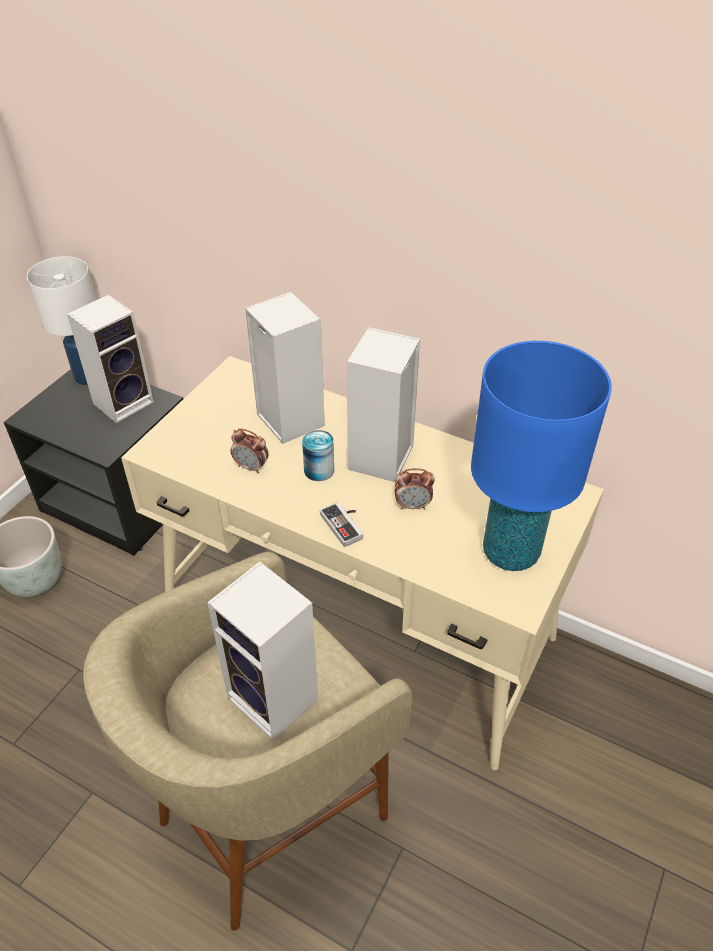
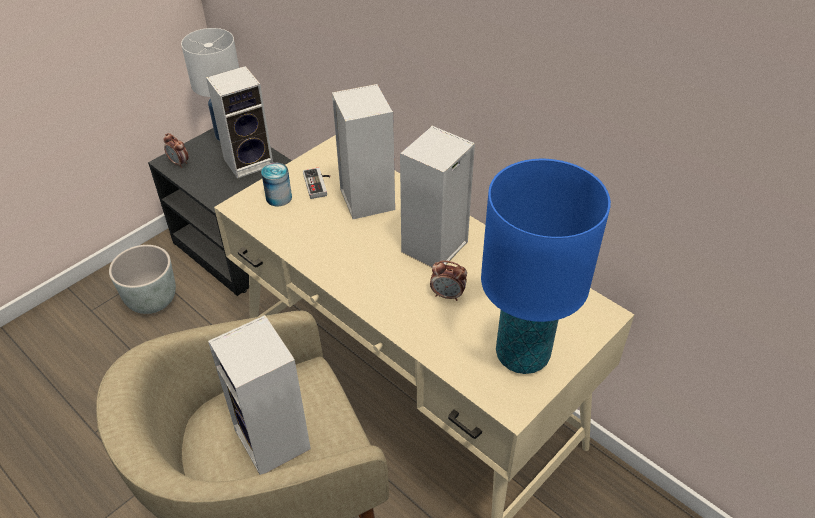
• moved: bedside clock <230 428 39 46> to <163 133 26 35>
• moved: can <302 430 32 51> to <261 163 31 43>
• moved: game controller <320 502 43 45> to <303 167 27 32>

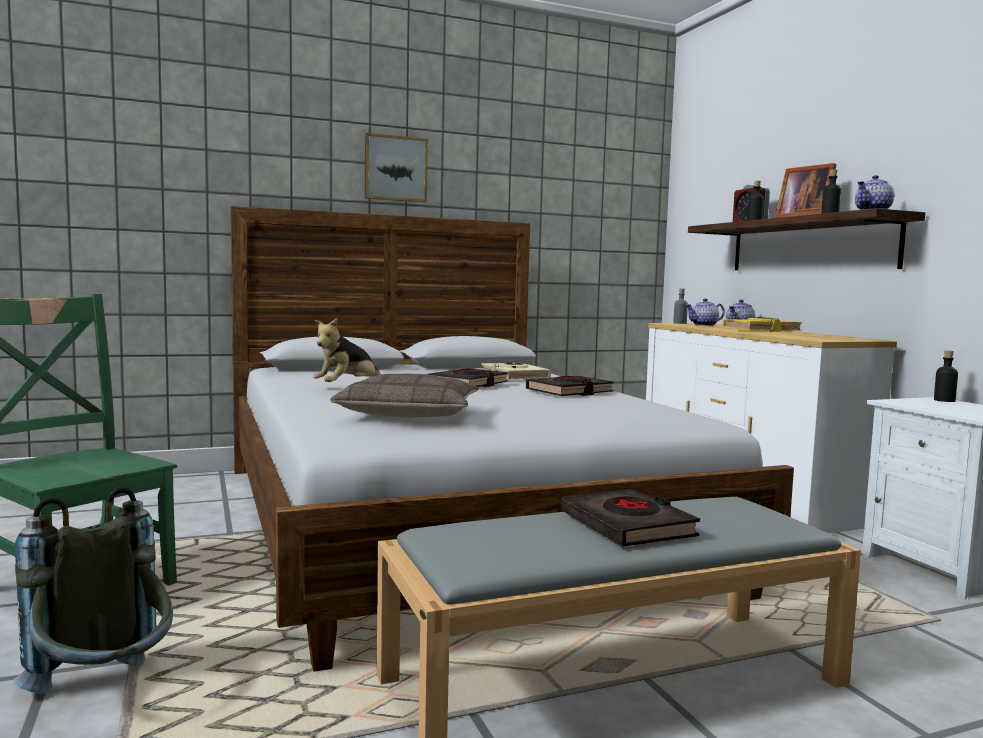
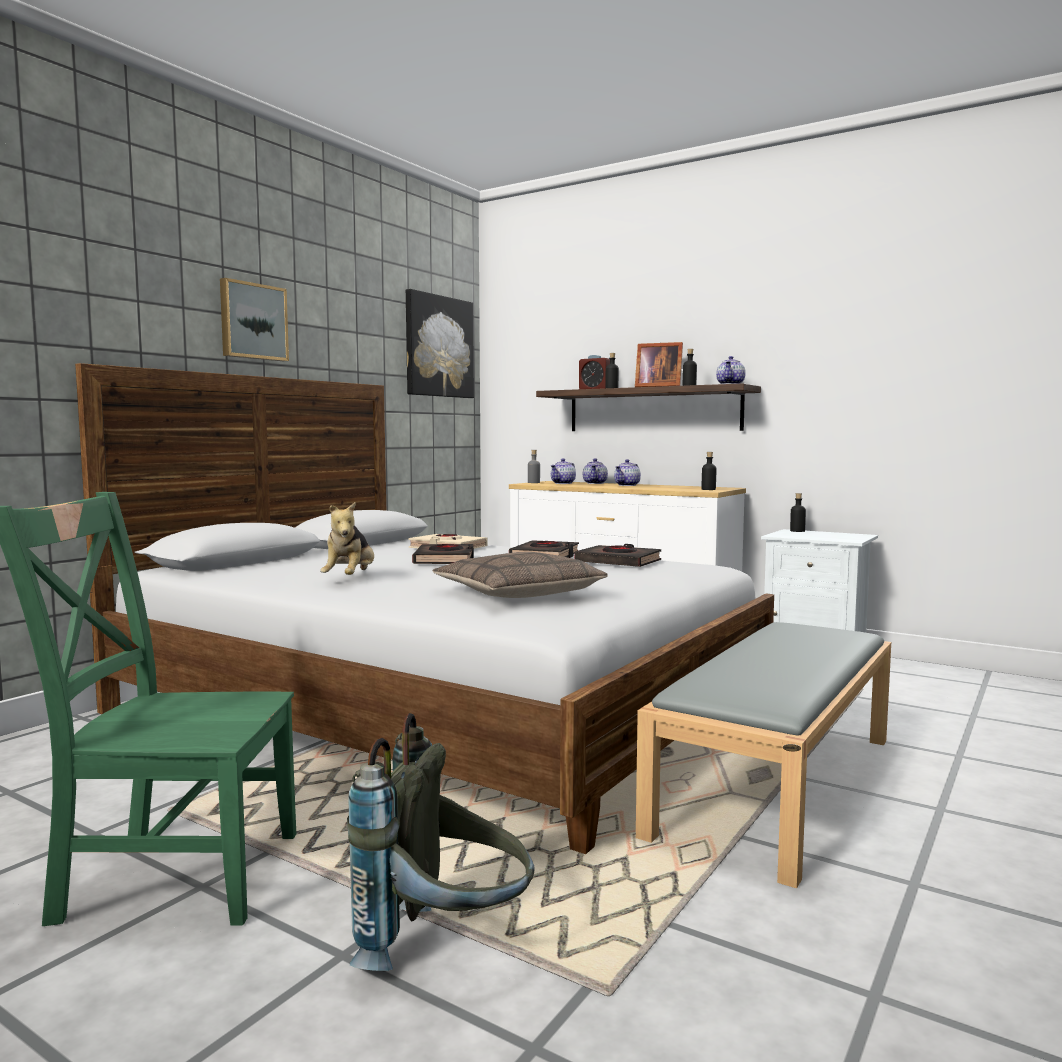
• added: wall art <406 289 68 109>
• added: black drink bottle <701 452 16 38>
• moved: black volume <561 489 139 58> to <575 544 86 23>
• replaced: yellowish volume <722 317 80 15> to teapot <614 459 27 27>

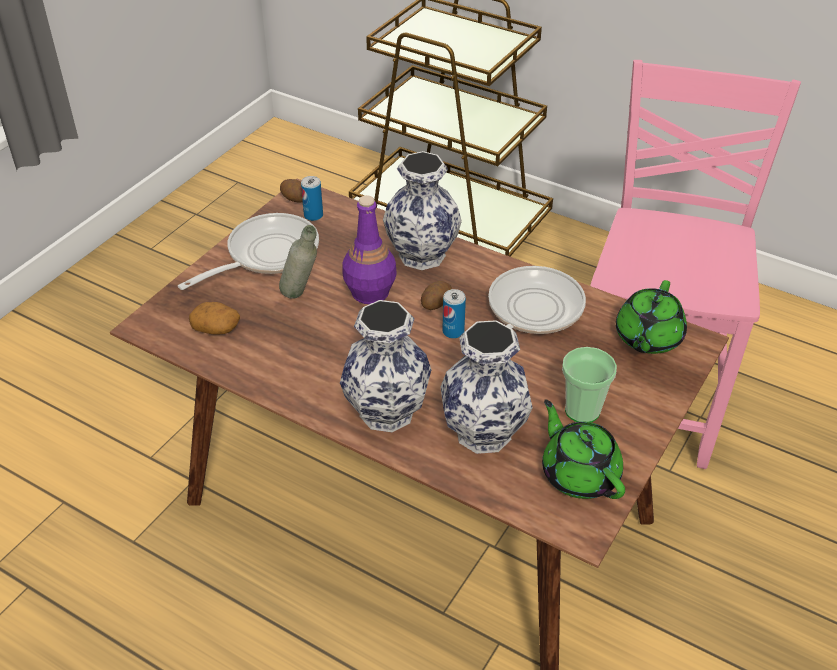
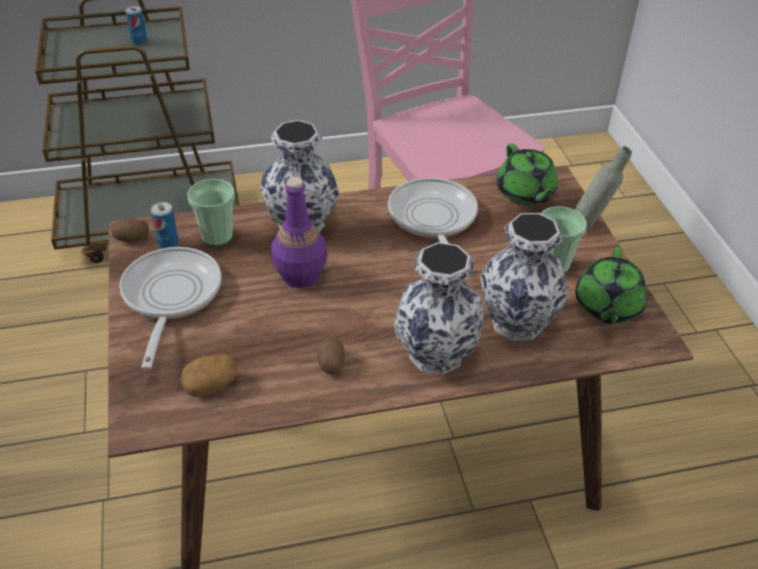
• added: small cup <187 179 48 68>
• moved: grey drink bottle <279 225 38 74> to <574 146 58 84>
• moved: spud <421 281 31 29> to <316 337 29 37>
• moved: can <442 289 24 50> to <125 6 22 39>
• turned: green-coloured teapot <542 399 83 100> = <575 247 73 77> 90 degrees counterclockwise

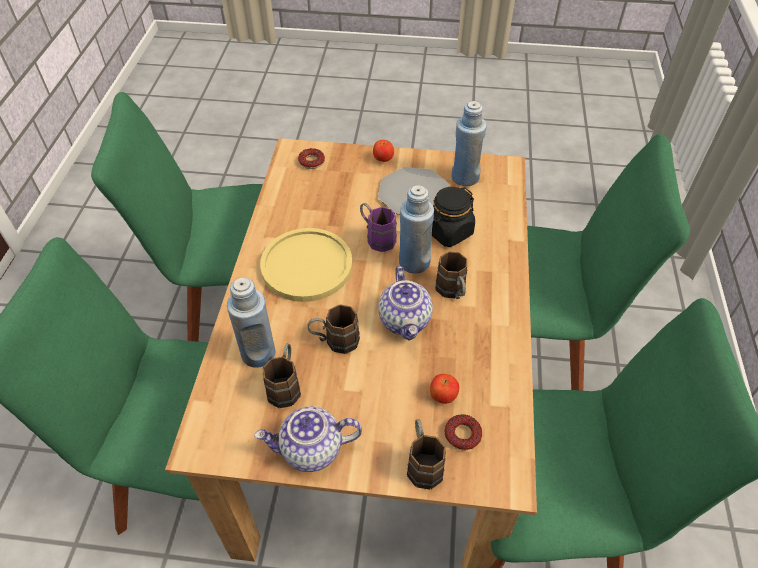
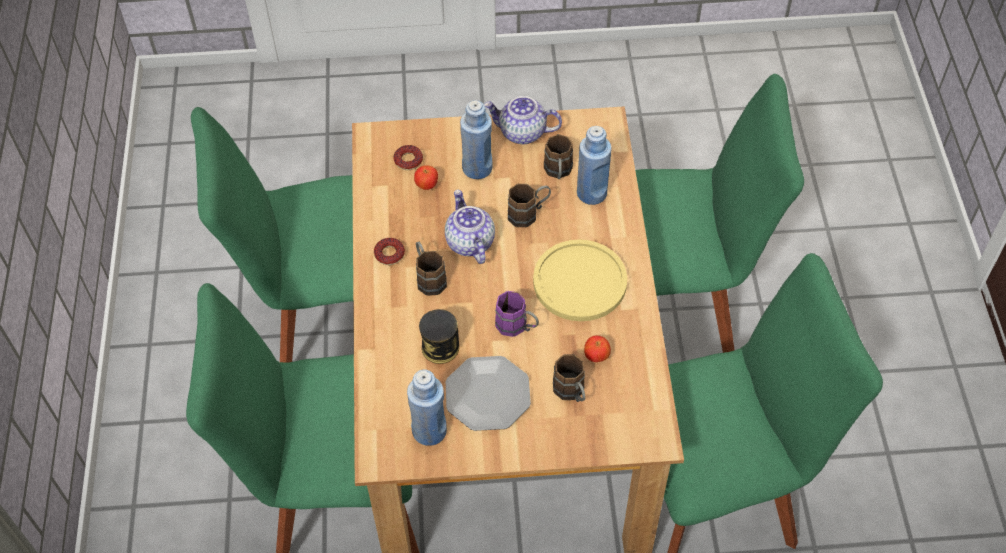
• moved: ring doughnut <298 148 27 21> to <374 238 31 27>
• moved: apple <373 140 21 22> to <584 336 27 26>
• moved: bluish drink bottle <399 185 35 89> to <460 100 32 79>
• moved: brown-coloured coffee mug <407 419 39 71> to <553 354 32 48>
• replaced: black preserve jar <432 187 43 60> to can <419 309 40 55>
• turned: teapot <254 406 108 66> = <484 96 78 48> 150 degrees counterclockwise

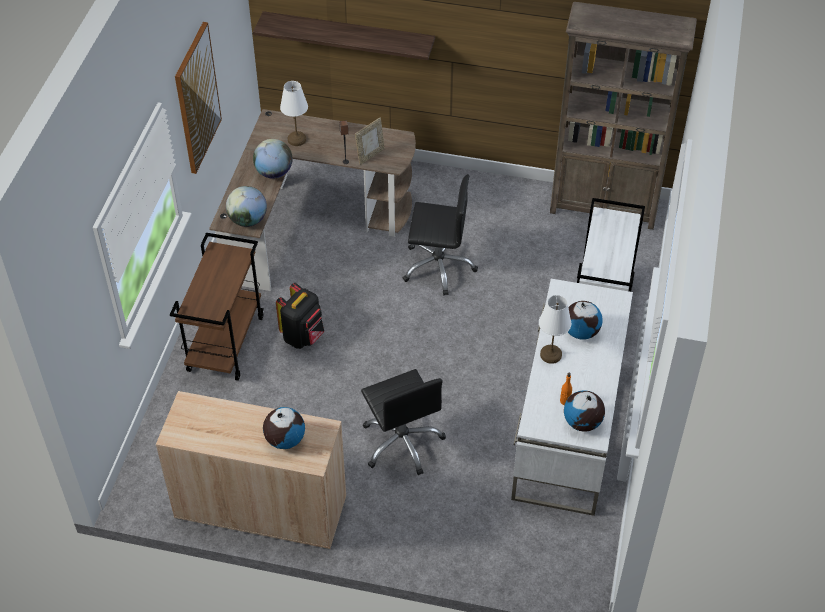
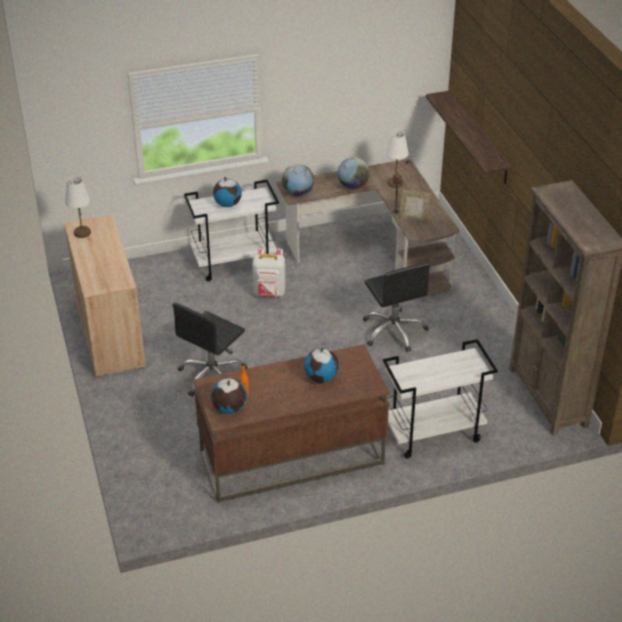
• removed: wall art <175 22 47 152>
• moved: desk globe <263 407 42 42> to <213 177 29 30>
• moved: white-coloured lamp for a table <539 295 32 69> to <65 176 26 62>
• recoloured: brown-coloured trolley <170 233 94 148> to white-coloured trolley <184 180 95 101>
• recoloured: black backpack <276 283 48 66> to white-coloured backpack <252 248 33 49>
• recoloured: white-coloured desk unit <511 279 122 237> to brown-coloured desk unit <194 344 196 159>

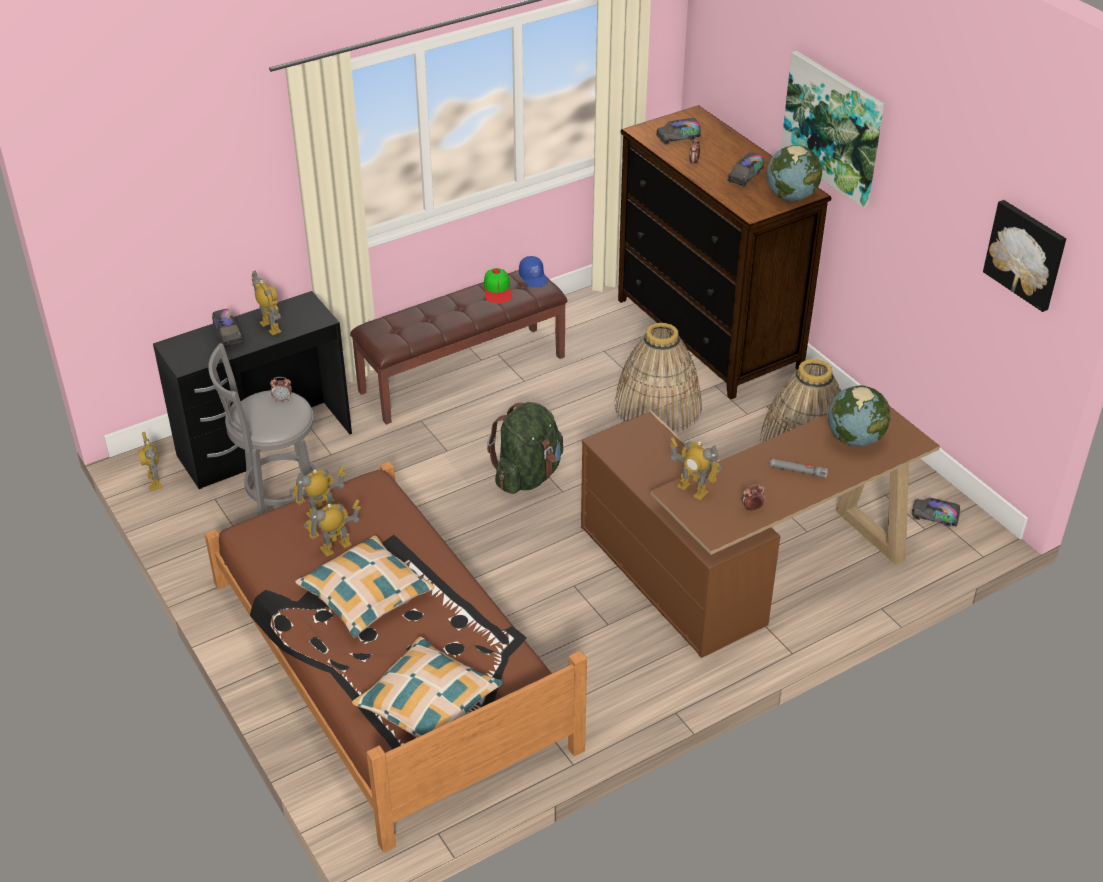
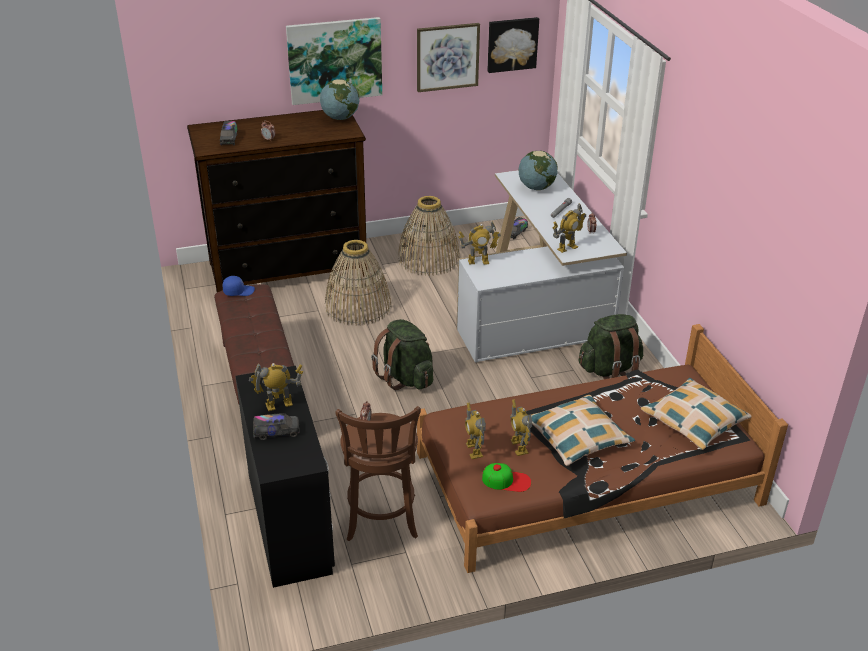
• removed: model truck <728 152 36 35>
• added: wall art <417 23 63 69>
• added: green-coloured backpack <579 314 64 65>
• moved: toy robot <138 432 25 59> to <458 221 43 44>
• moved: peaked cap <484 268 28 35> to <482 463 49 29>
• recoloured: grey stool seat <208 343 108 172> to brown-coloured stool seat <335 406 86 135>
• recoloured: brown-coloured desk unit <581 406 359 252> to white-coloured desk unit <457 170 170 193>

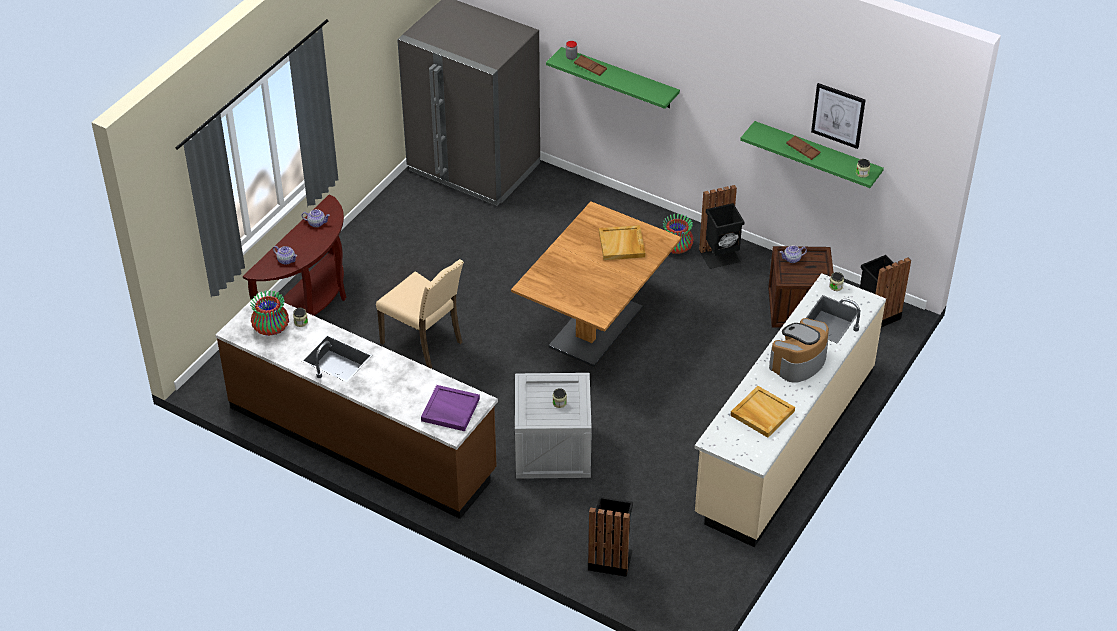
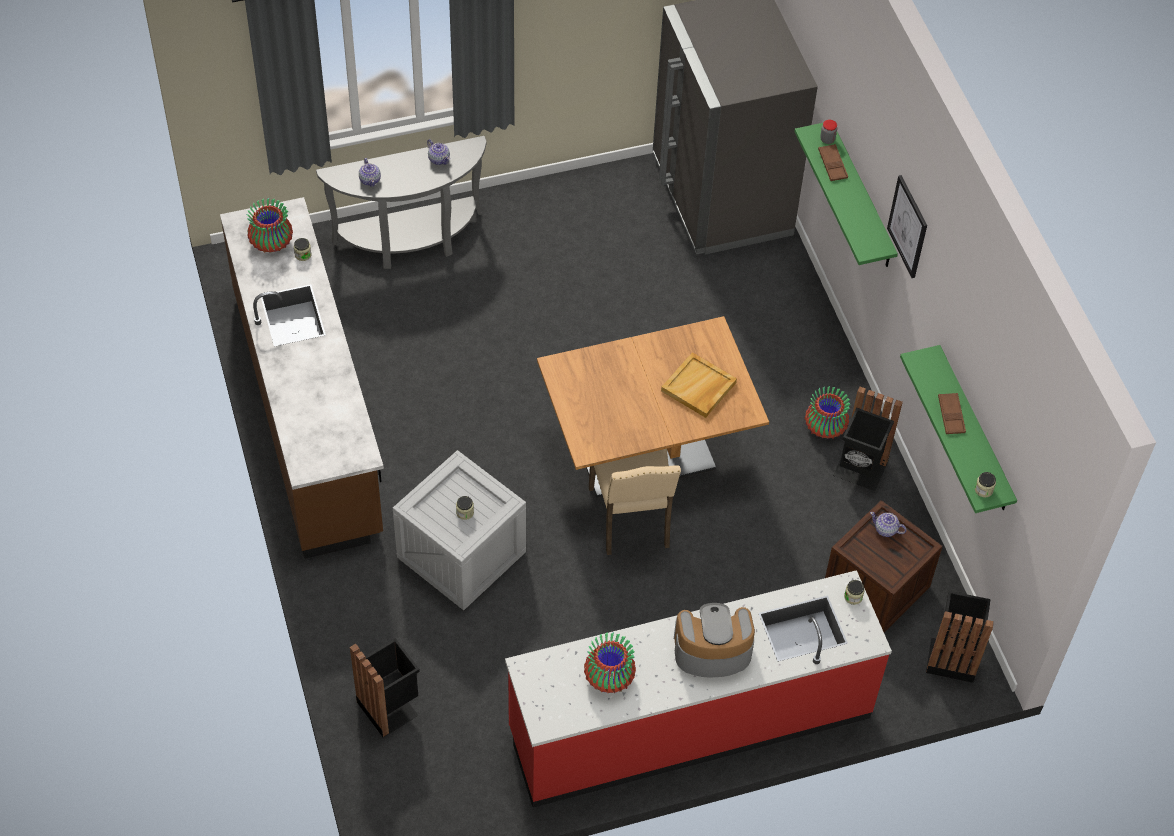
• removed: purple-coloured carrying tray <421 385 59 46>
• moved: sand-coloured plain chair <376 259 88 109> to <589 449 92 106>
• moved: wall art <811 83 55 66> to <887 175 40 103>
• replaced: sand-coloured carrying tray <730 386 65 52> to flower vase <584 632 52 61>
• recoloured: brown-coloured console table <243 195 103 121> to grey console table <316 136 171 133>
• recoloured: sand-coloured kitchen base unit <694 273 192 274> to red-coloured kitchen base unit <505 570 387 238>

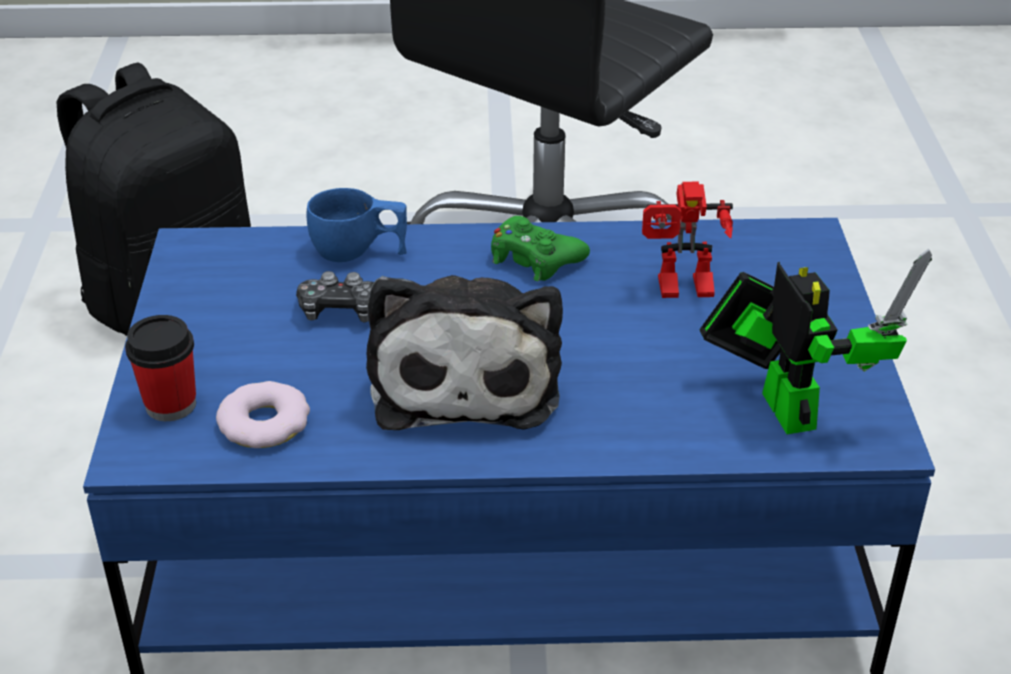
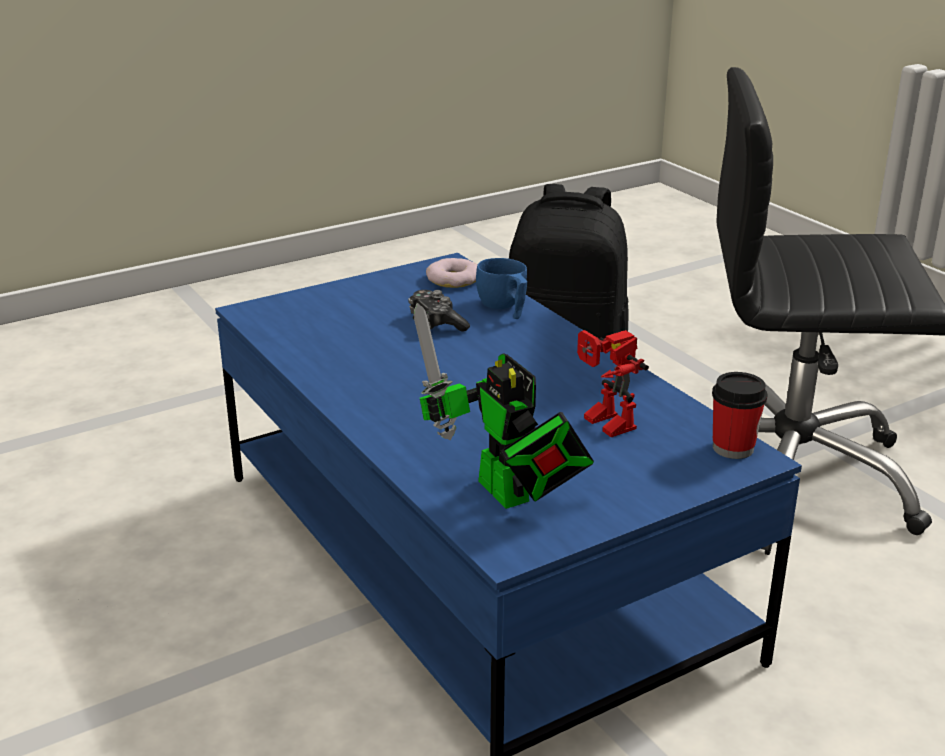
• removed: cuddly toy <366 275 197 155>
• removed: green-coloured game controller <491 216 99 66>
• moved: small cup <125 315 71 106> to <712 372 55 87>
• moved: ring doughnut <216 381 94 67> to <426 258 51 30>
• turned: toy robot <700 249 232 185> = <413 303 181 206> 105 degrees clockwise

